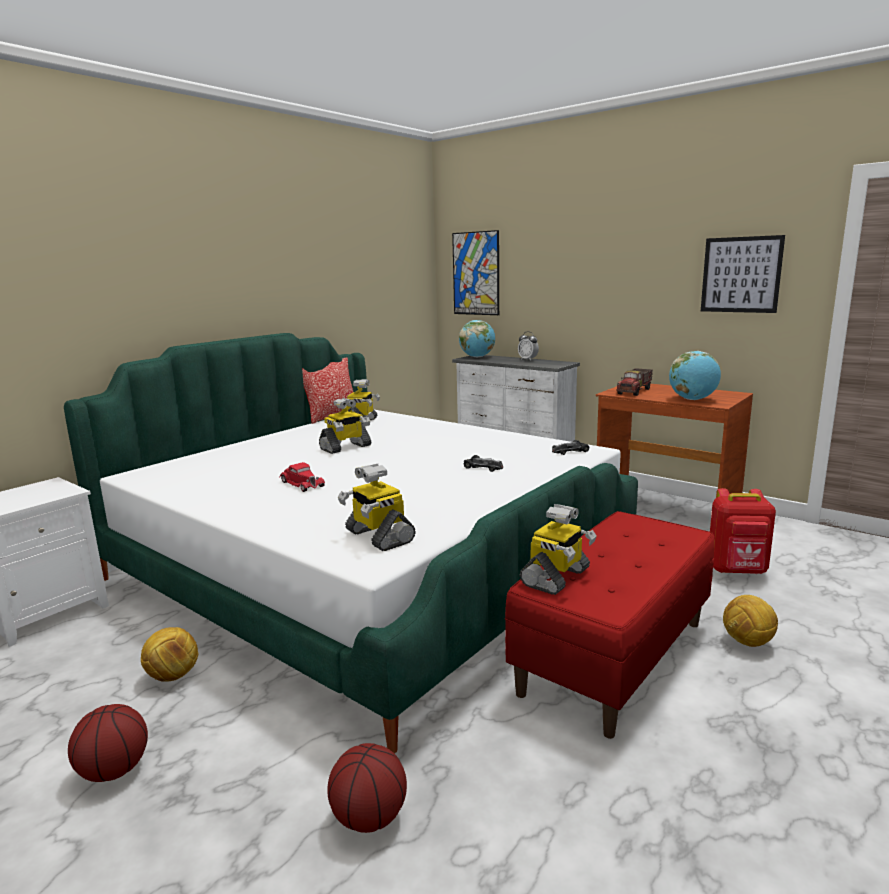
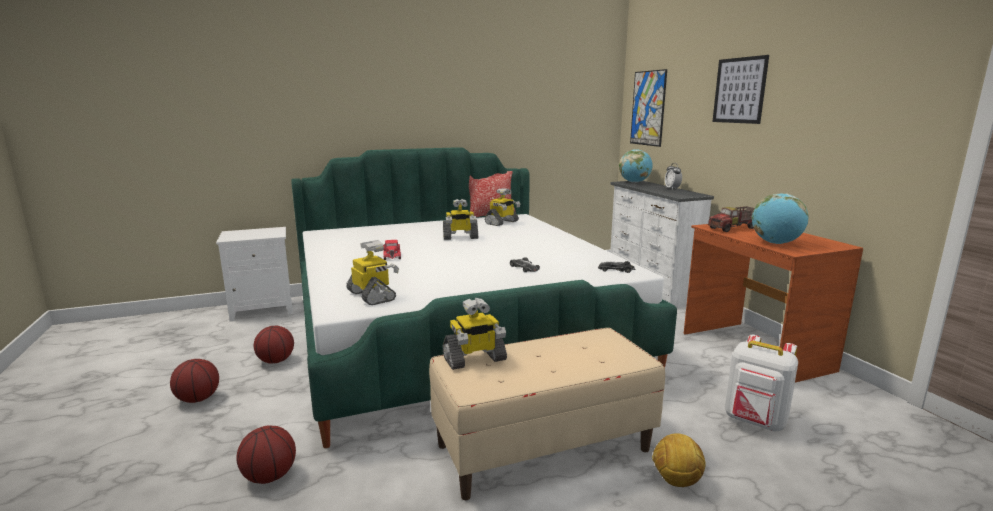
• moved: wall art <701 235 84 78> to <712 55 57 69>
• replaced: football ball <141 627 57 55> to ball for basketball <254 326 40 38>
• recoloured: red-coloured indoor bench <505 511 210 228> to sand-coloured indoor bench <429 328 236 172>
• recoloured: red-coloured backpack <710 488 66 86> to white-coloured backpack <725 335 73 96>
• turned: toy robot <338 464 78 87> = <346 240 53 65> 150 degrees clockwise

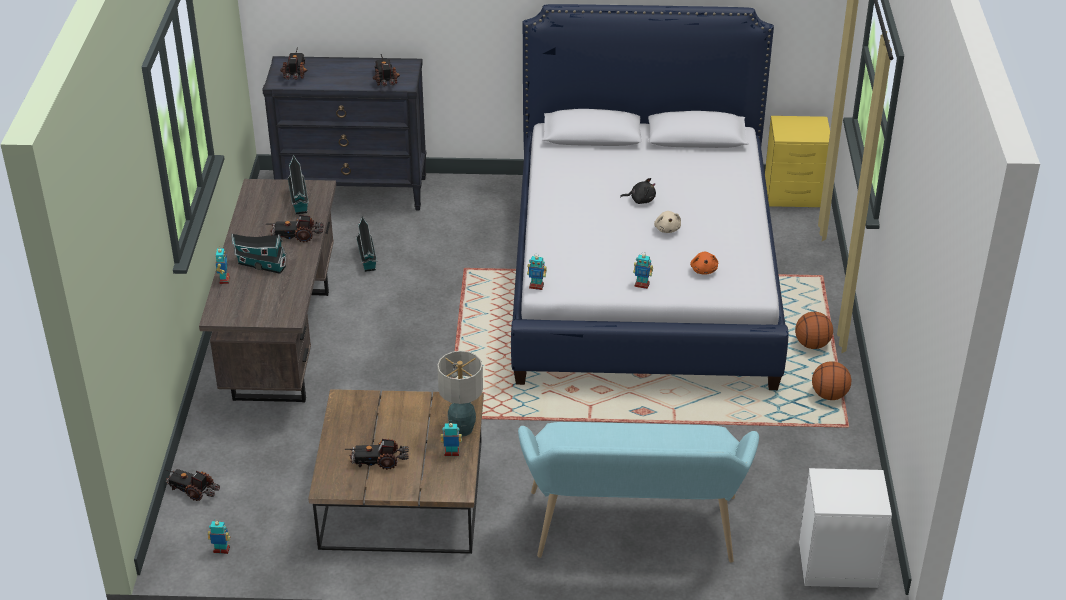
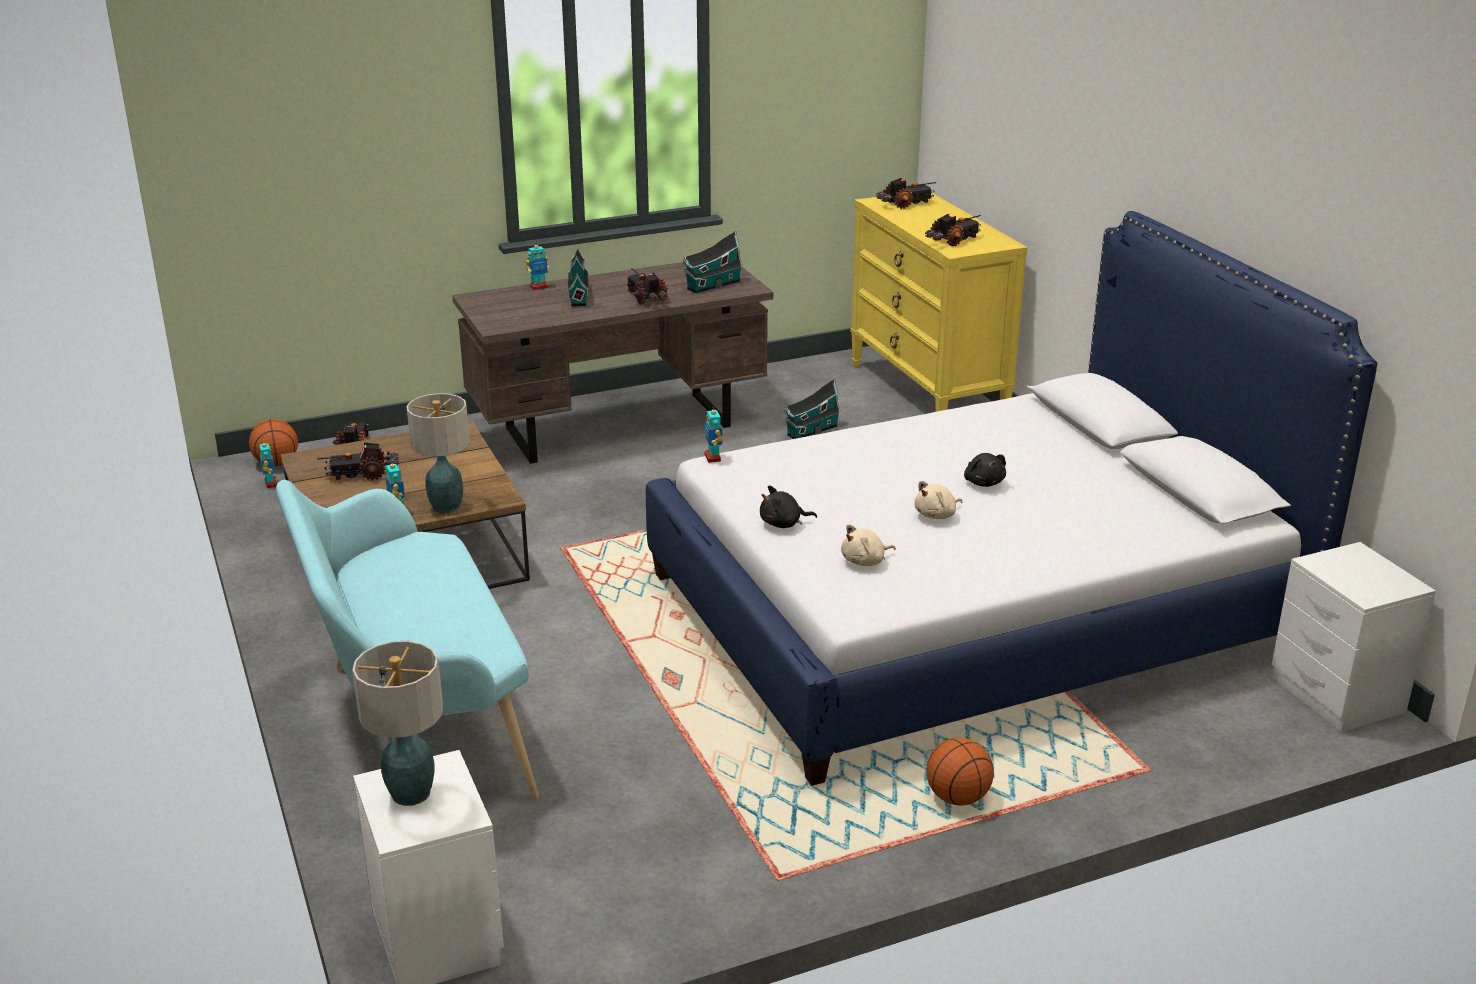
• added: lamp for a table <352 641 91 165>
• moved: ball for basketball <812 361 39 39> to <249 419 49 47>
• replaced: toy robot <633 255 20 34> to black cuddly toy <760 485 57 43>
• recoloured: black chest of drawers <262 56 164 154> to yellowish chest of drawers <850 193 178 219>
• recoloured: orange cuddly toy <690 252 28 23> to sand-coloured cuddly toy <841 524 55 42>
• recoloured: yellowish night table <765 116 65 91> to white-coloured night table <1272 542 164 190>
• turned: model truck <345 439 64 31> = <317 443 82 37> 75 degrees counterclockwise

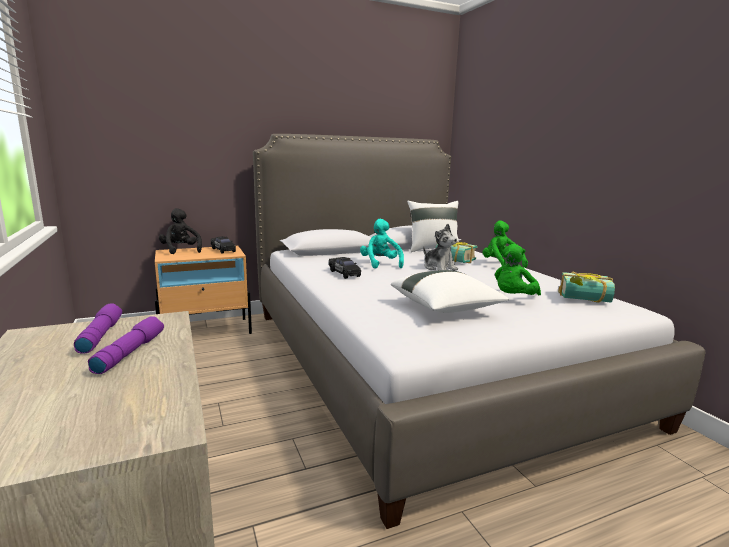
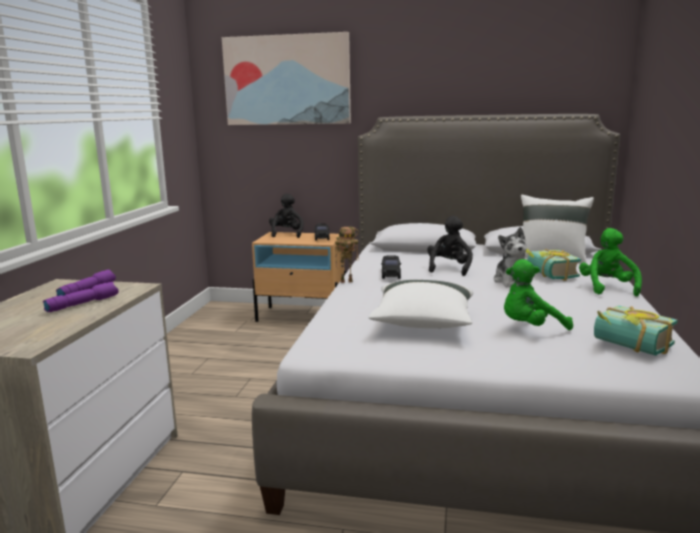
• added: wall art <222 32 129 93>
• added: toy robot <335 227 24 56>
• recoloured: blue-green cuddly toy <360 219 44 50> to black cuddly toy <427 216 46 60>

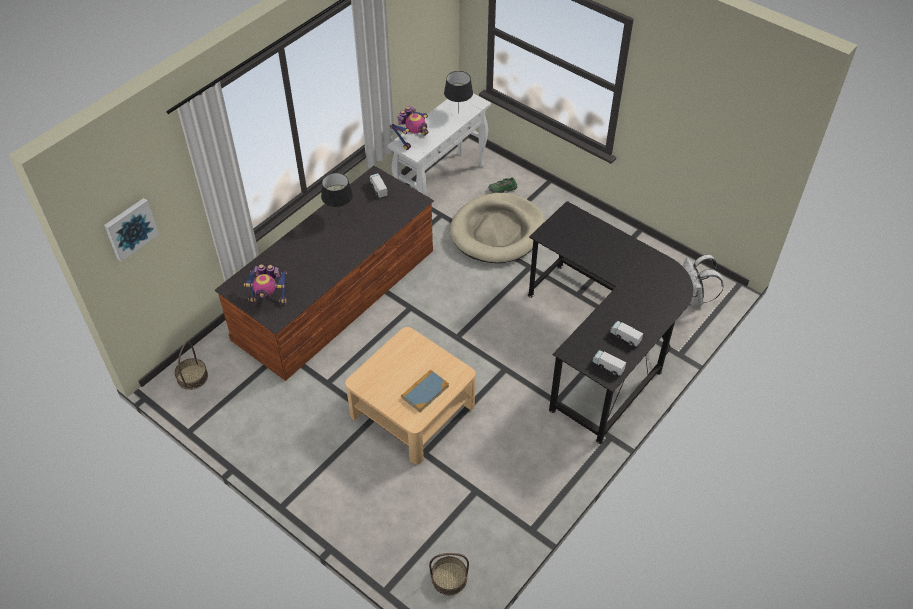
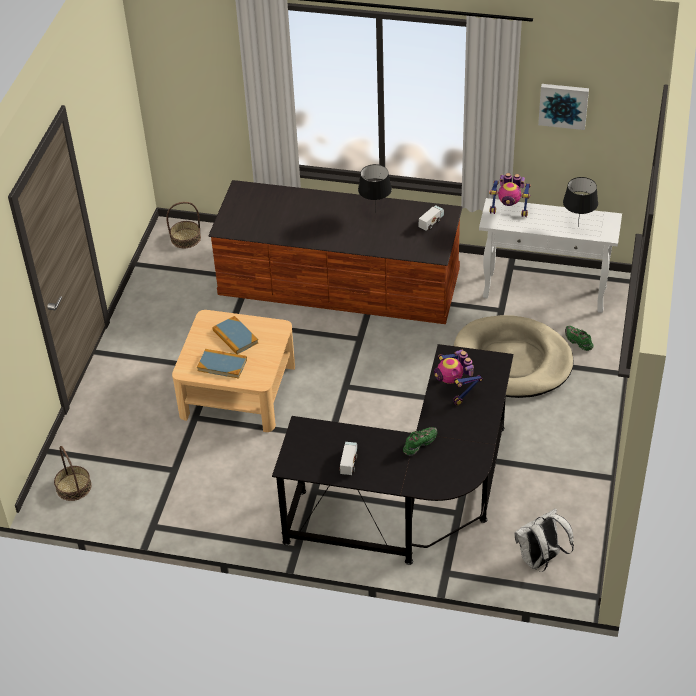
• removed: model truck <593 350 33 26>
• added: volume <213 316 45 38>
• added: green-coloured low shoe <403 427 34 29>
• moved: wall art <104 198 55 63> to <538 84 51 46>
• moved: toy robot <244 264 43 40> to <434 350 49 55>

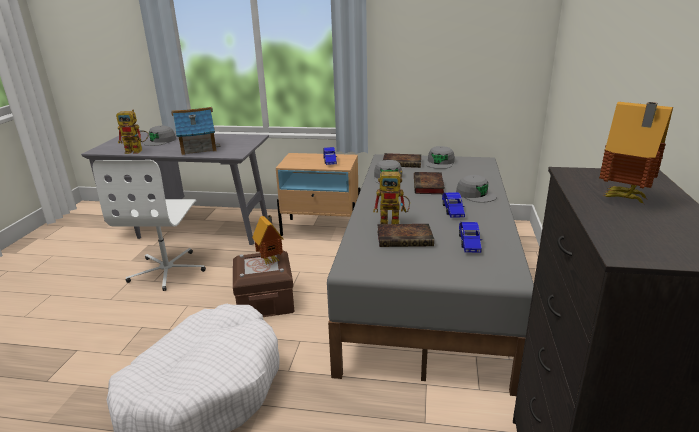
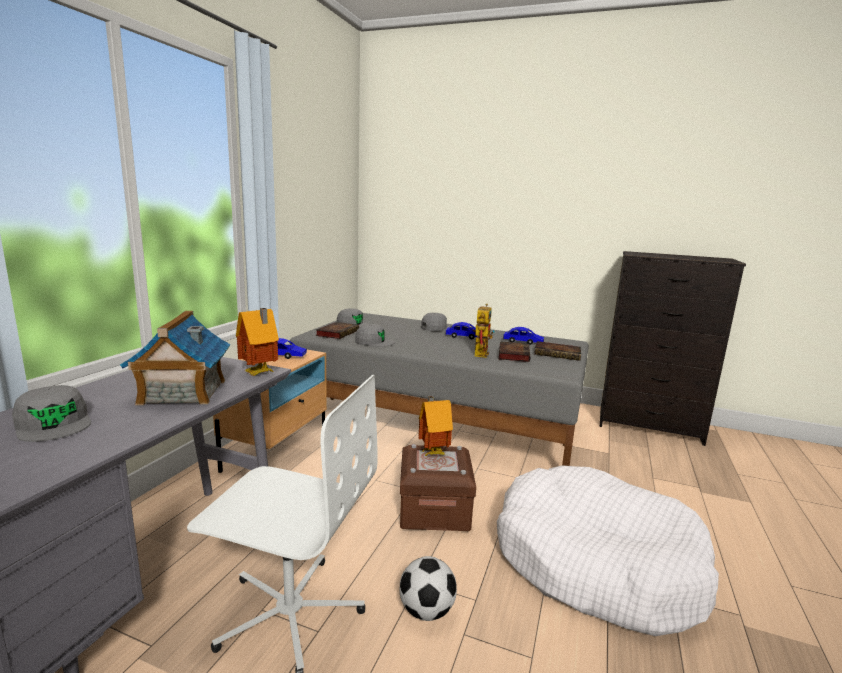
• removed: toy robot <116 109 33 45>
• added: football ball <399 556 58 65>
• moved: volume <414 172 31 22> to <534 341 47 20>
• moved: model house <599 102 74 102> to <236 308 43 68>

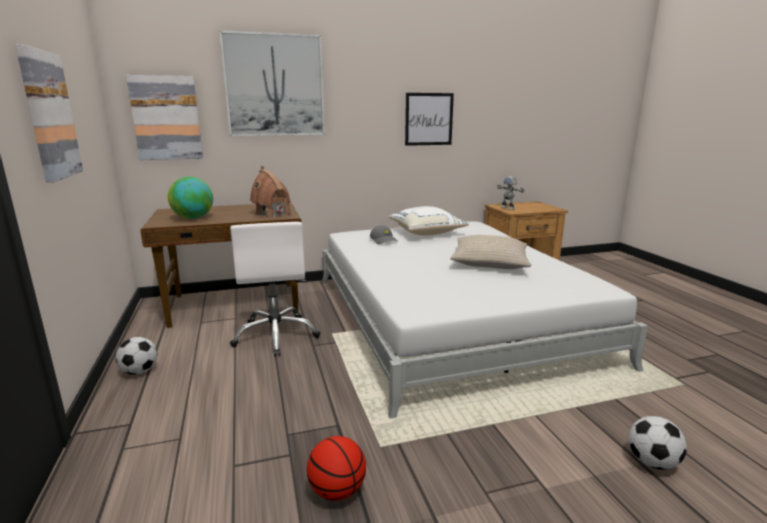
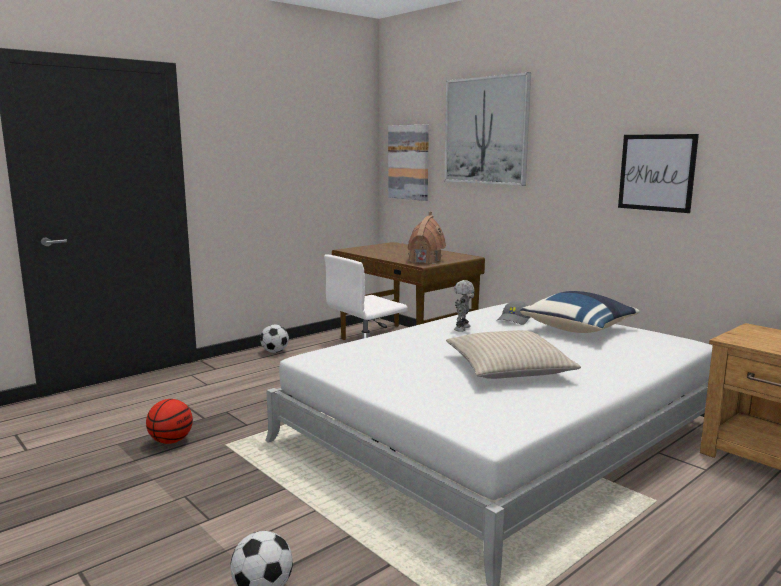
• removed: wall art <15 45 68 138>
• removed: desk globe <168 177 45 42>
• moved: toy robot <497 176 27 34> to <454 280 21 52>
• recoloured: white-coloured pillow <389 206 80 29> to bluish pillow <520 291 120 42>

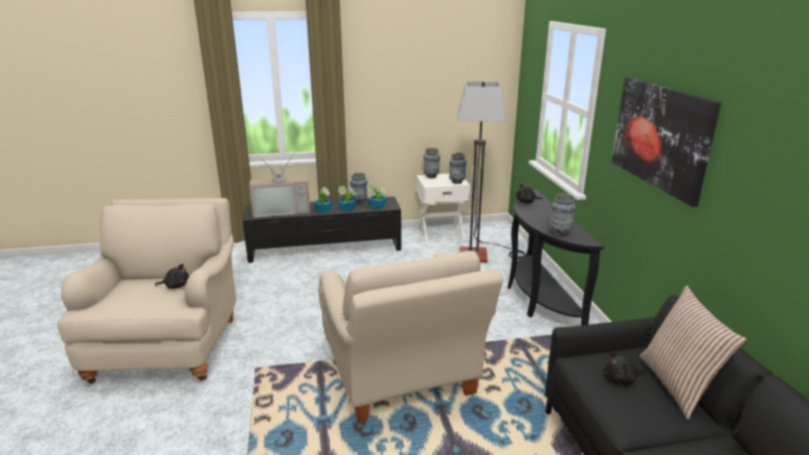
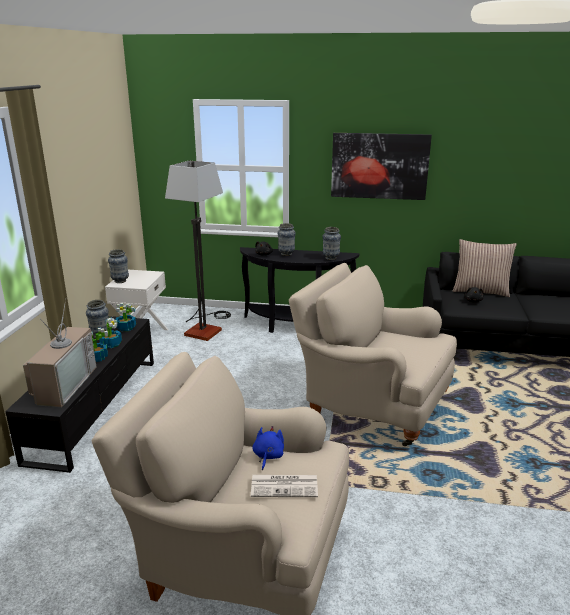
• added: newspaper <251 475 67 22>
• moved: flower vase <449 153 18 31> to <277 223 19 33>
• recoloured: black cuddly toy <155 264 34 25> to bluish cuddly toy <252 426 32 44>
• turned: sand-coloured easy chair <318 251 185 172> = <289 263 168 183> 150 degrees counterclockwise

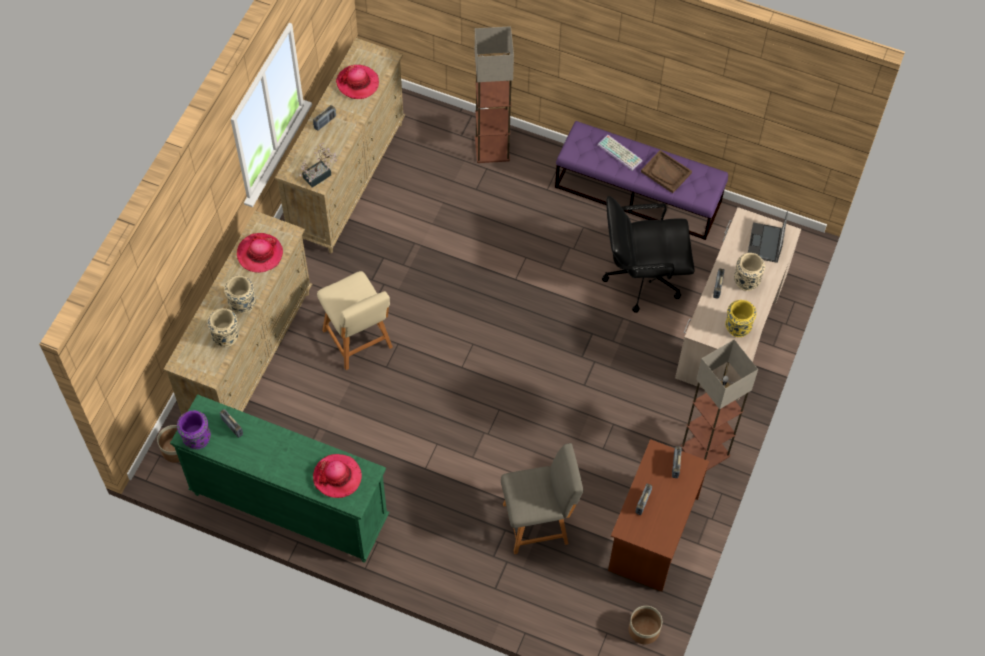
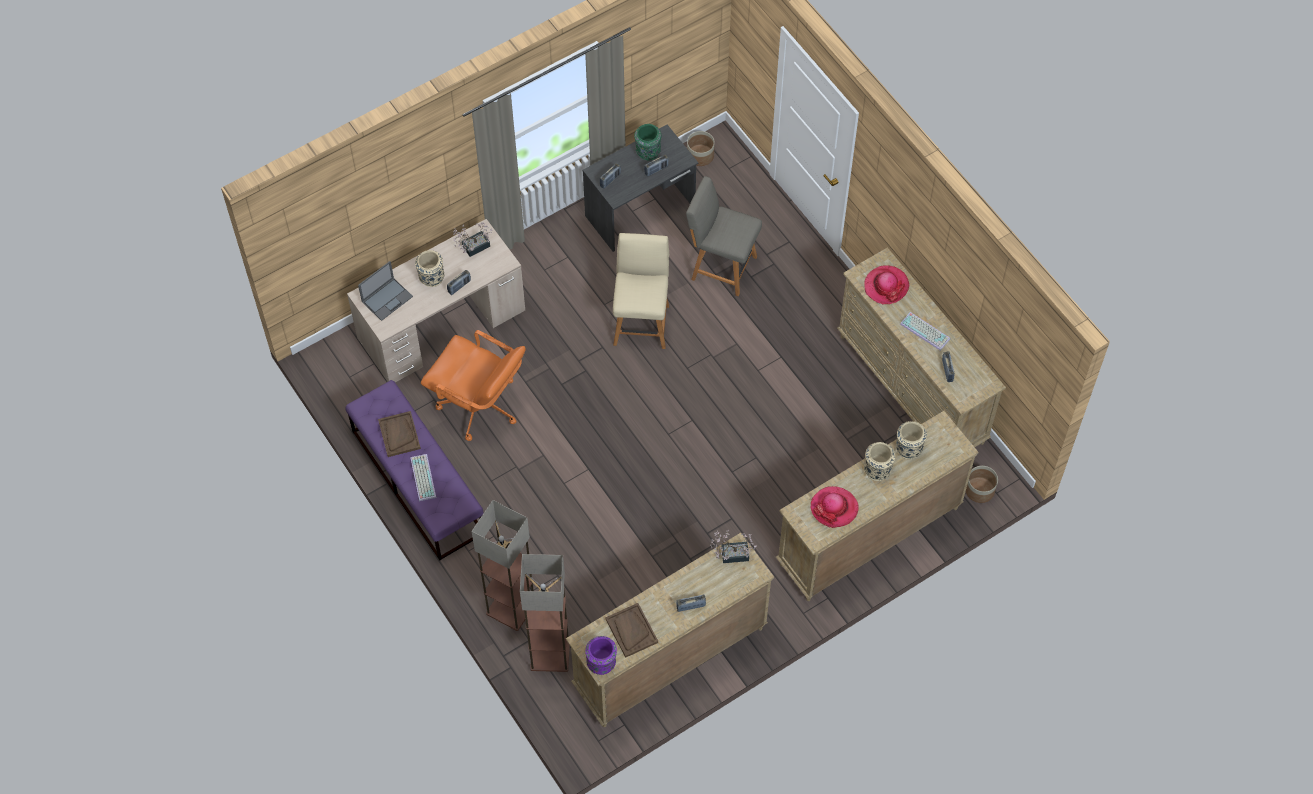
• added: green-coloured flower vase <634 124 27 36>
• added: computer keyboard <900 312 50 39>
• moved: purple-coloured flower vase <177 411 34 38> to <585 636 32 39>
• moved: sand-coloured plain chair <317 271 76 99> to <613 233 56 116>
• moved: standing lamp <680 340 78 131> to <520 554 50 118>
• replaced: hat <336 65 43 34> to brown-coloured carrying tray <605 603 53 55>
• replaced: yellowish flower vase <725 300 32 37> to potted plant <453 222 39 35>
• recoloured: green-coloured chest of drawers <170 394 219 169> to sand-coloured chest of drawers <837 248 169 199>
• recoloured: black desk chair <602 196 93 117> to orange desk chair <421 330 104 111>
• recoloured: brown-coloured desk unit <608 439 101 153> to grey desk unit <583 125 115 127>

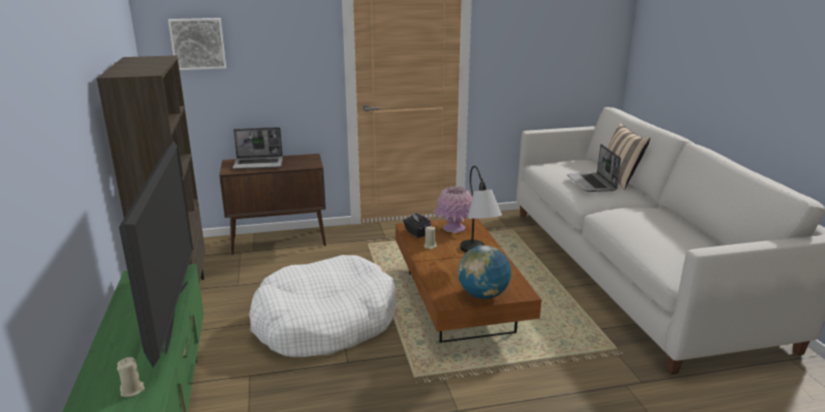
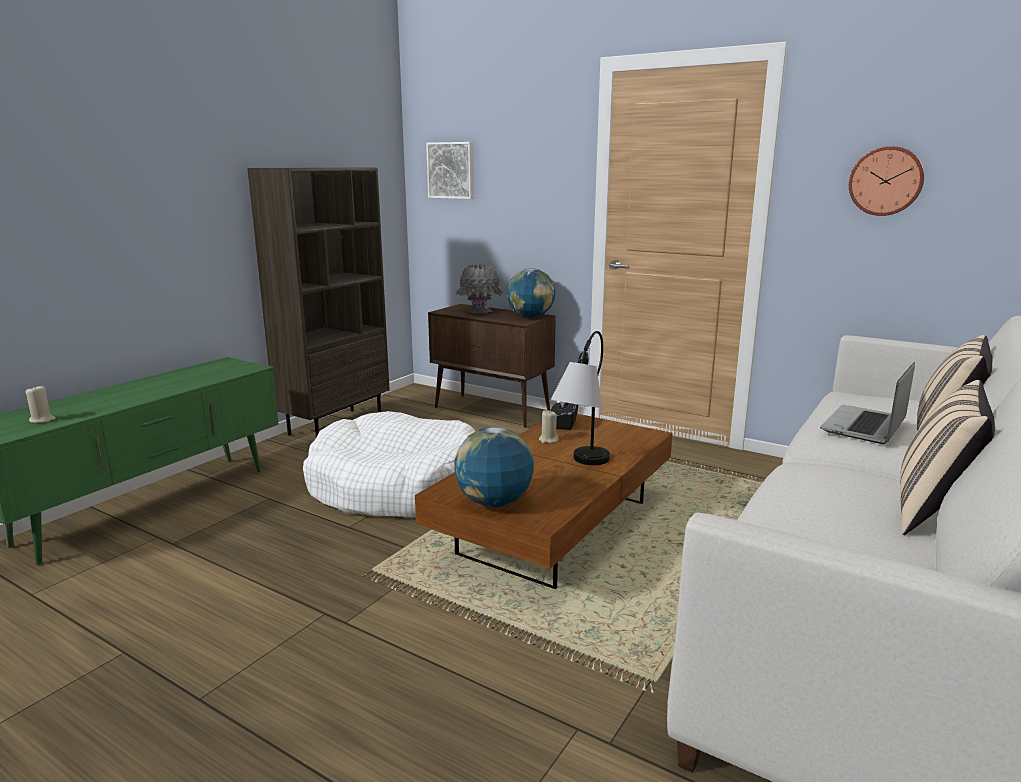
• removed: TV <119 141 74 226>
• removed: pink-coloured flower vase <433 186 39 47>
• added: desk globe <507 268 48 50>
• added: hanging clock <849 146 75 70>
• added: sand-coloured pillow <900 380 95 155>
• replaced: laptop <233 127 50 42> to grey flower vase <456 264 47 50>

